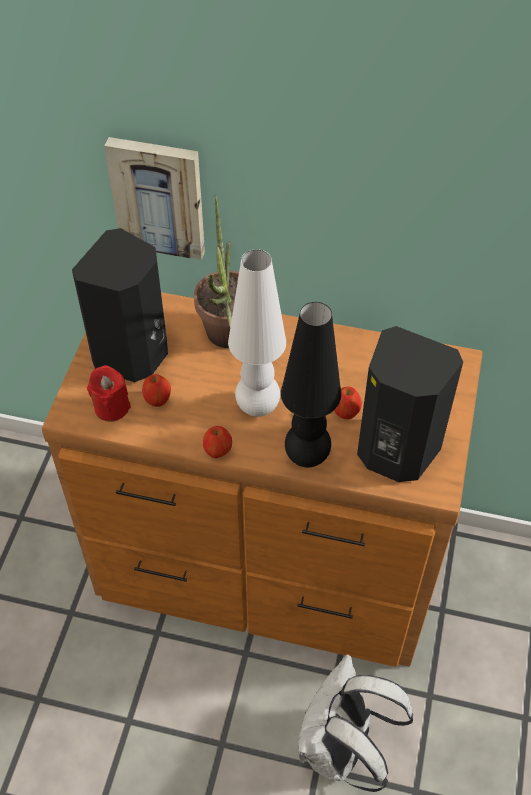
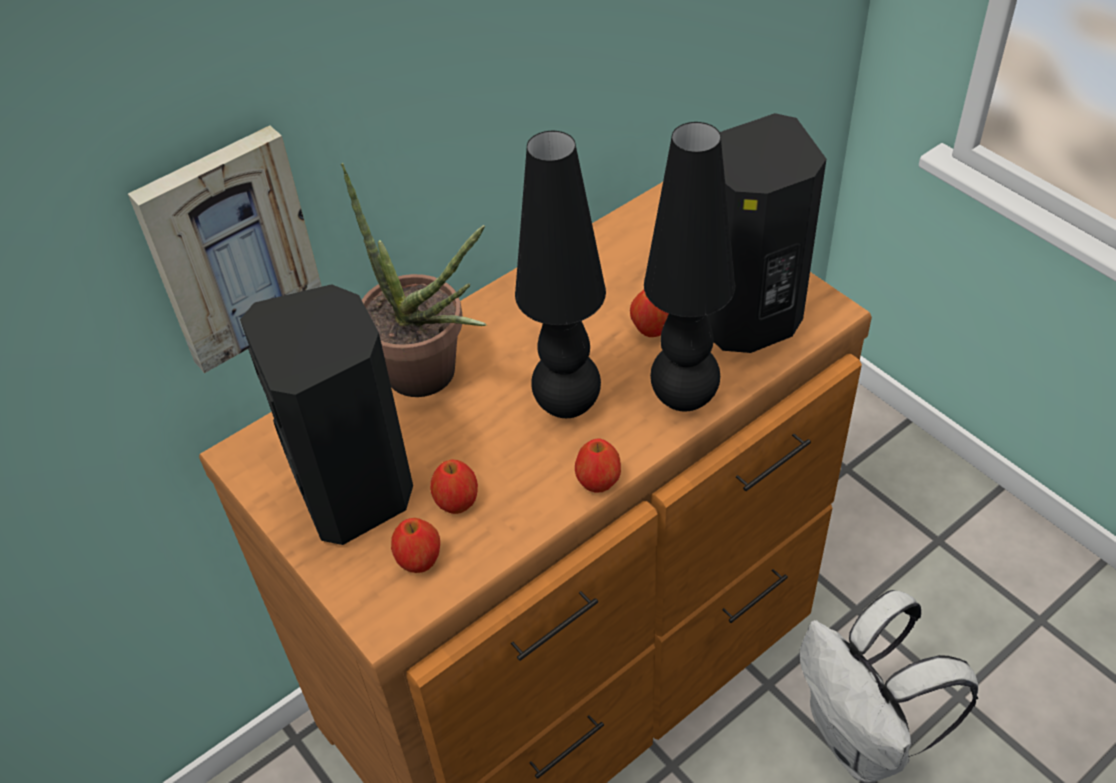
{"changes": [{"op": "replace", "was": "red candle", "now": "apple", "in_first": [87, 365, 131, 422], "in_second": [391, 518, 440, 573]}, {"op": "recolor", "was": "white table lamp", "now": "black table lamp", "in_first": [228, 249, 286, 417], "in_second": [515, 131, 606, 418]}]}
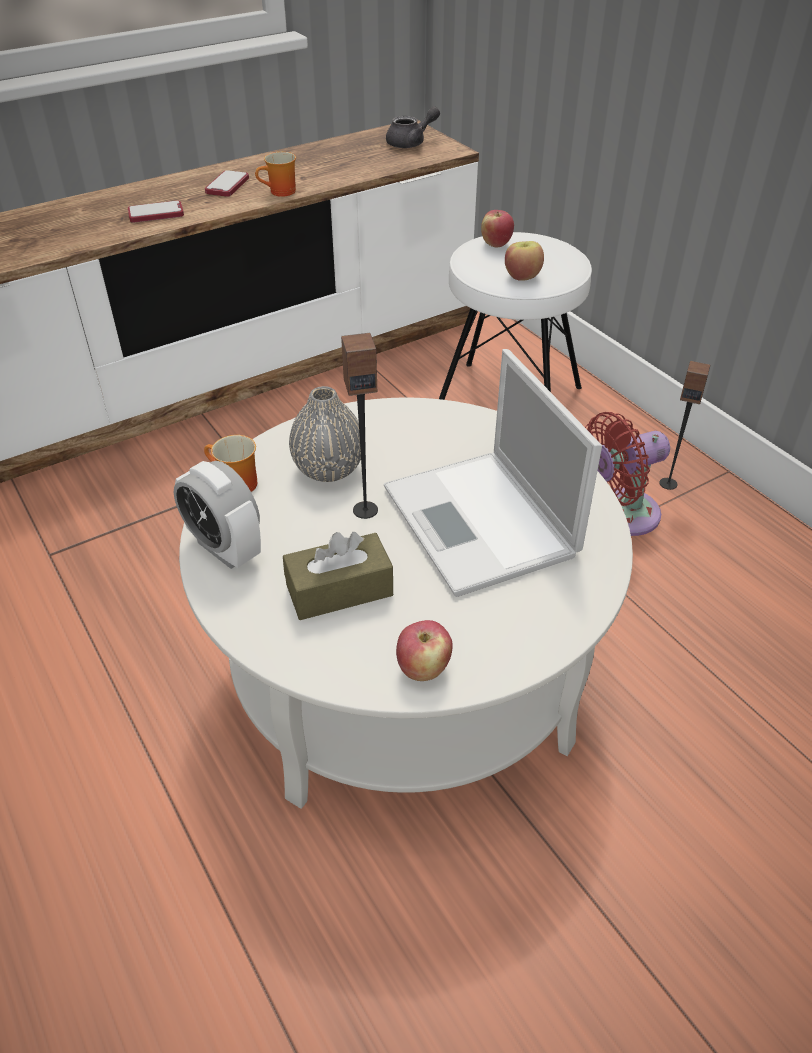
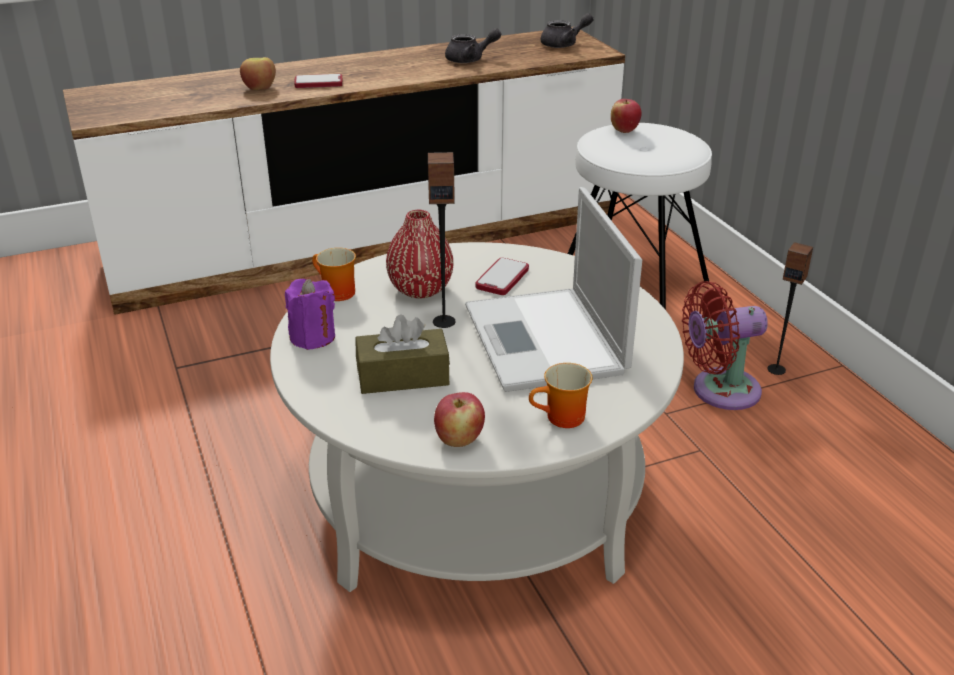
{"changes": [{"op": "move", "was": "apple", "in_first": [505, 241, 544, 281], "in_second": [240, 57, 276, 90]}, {"op": "replace", "was": "alarm clock", "now": "purple candle", "in_first": [174, 461, 261, 569], "in_second": [285, 279, 335, 350]}, {"op": "recolor", "was": "grey vase", "now": "red vase", "in_first": [289, 386, 361, 482], "in_second": [386, 210, 454, 298]}, {"op": "insert", "now": "grey teapot", "in_second": [445, 28, 501, 63]}, {"op": "move", "was": "phone", "in_first": [205, 170, 249, 197], "in_second": [475, 258, 529, 295]}, {"op": "move", "was": "mug", "in_first": [255, 152, 296, 197], "in_second": [529, 363, 593, 428]}]}
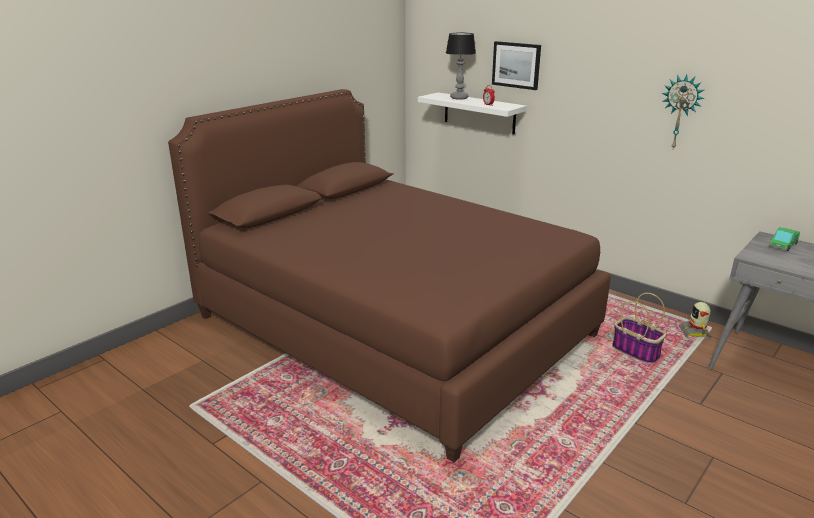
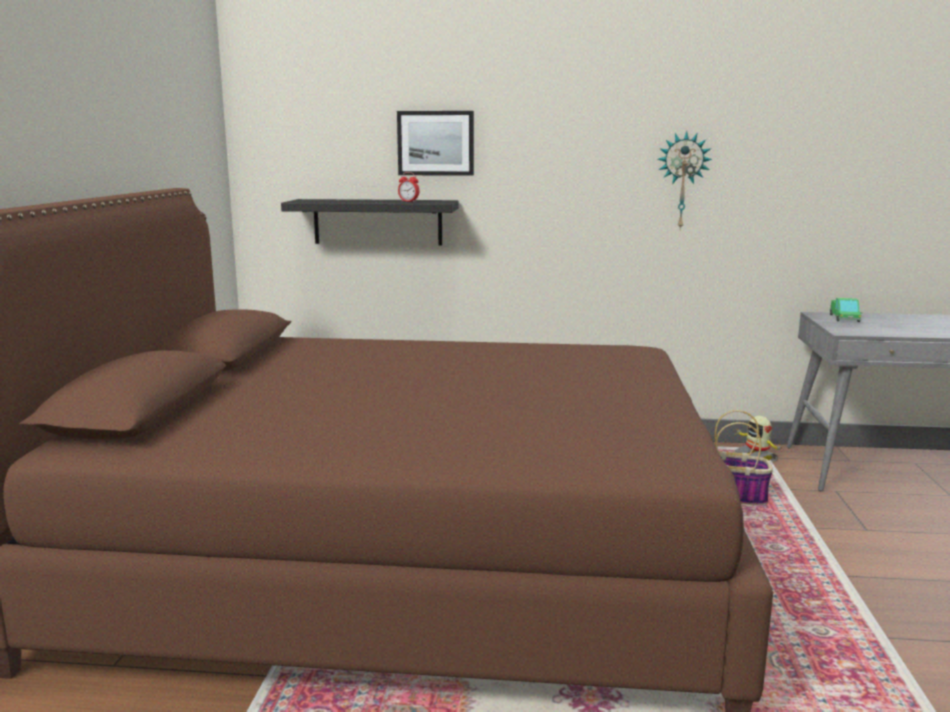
{"changes": [{"op": "recolor", "was": "white shelf", "now": "black shelf", "in_first": [418, 92, 527, 134], "in_second": [281, 199, 459, 245]}, {"op": "delete", "was": "table lamp", "in_first": [446, 33, 476, 100]}]}
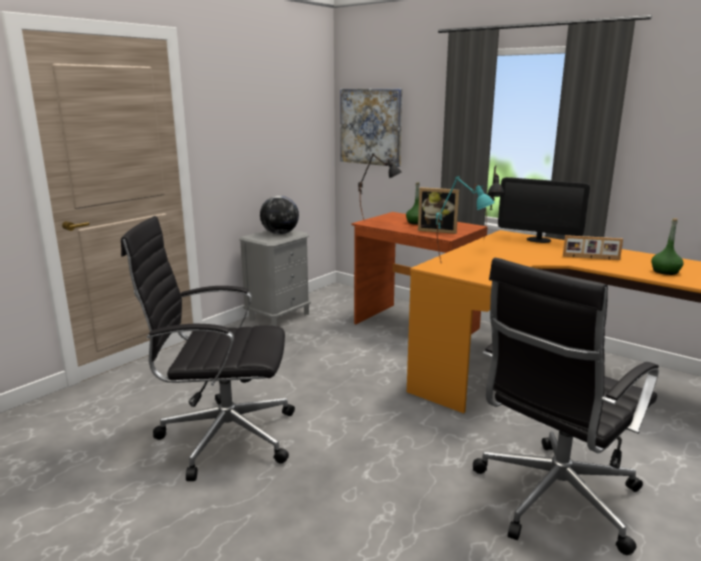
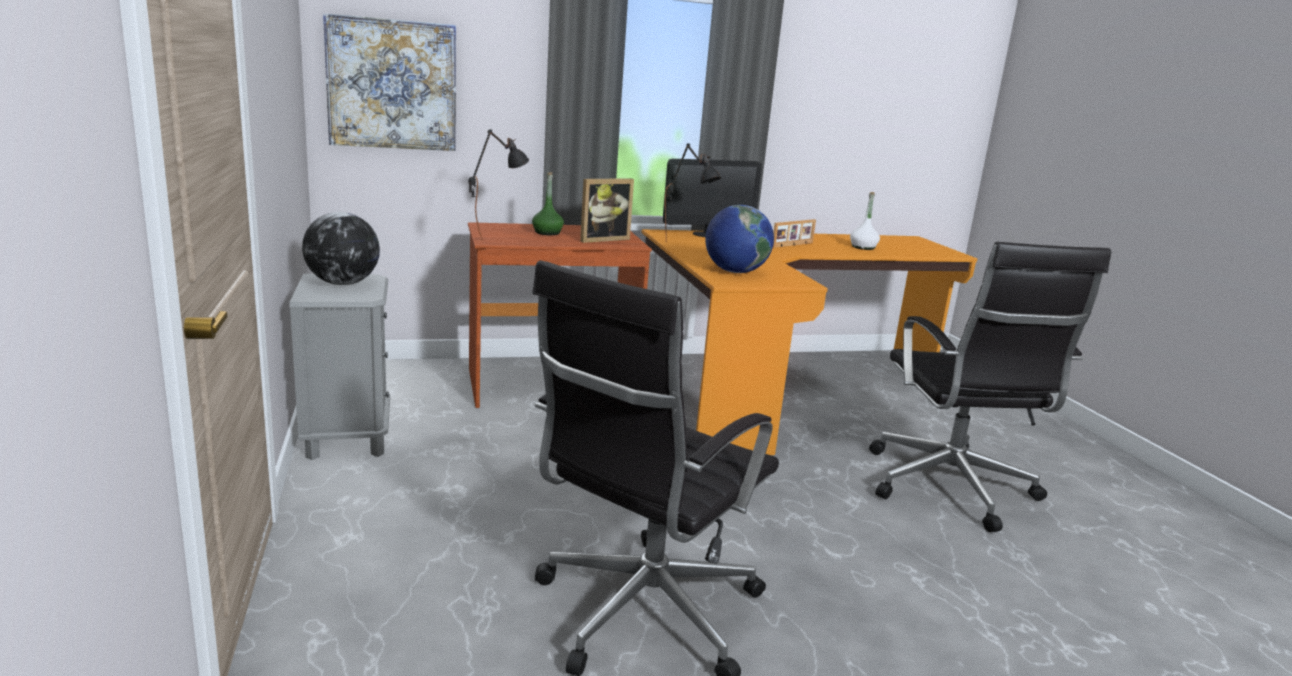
{"changes": [{"op": "replace", "was": "turquoise table lamp", "now": "globe", "in_first": [436, 176, 495, 262], "in_second": [705, 205, 774, 273]}, {"op": "recolor", "was": "green bottle", "now": "white bottle", "in_first": [651, 218, 683, 275], "in_second": [850, 192, 880, 250]}]}
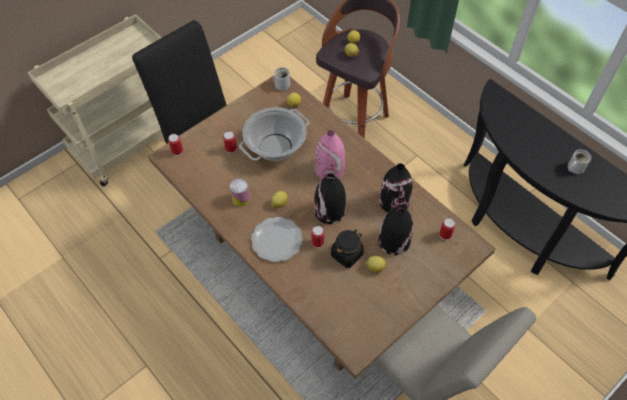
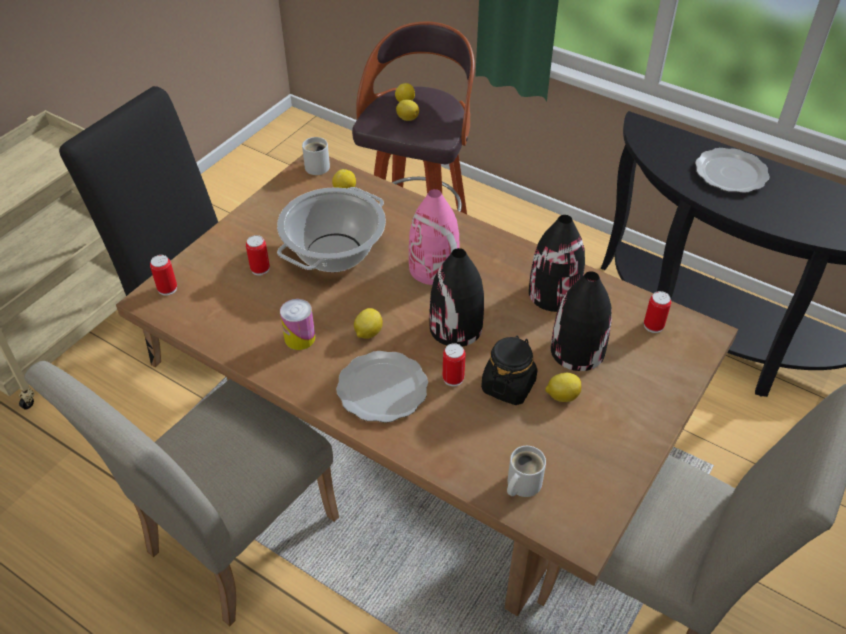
{"changes": [{"op": "insert", "now": "beige chair", "in_second": [24, 361, 339, 626]}, {"op": "move", "was": "white mug", "in_first": [568, 149, 591, 174], "in_second": [507, 446, 546, 497]}, {"op": "insert", "now": "plate", "in_second": [695, 148, 770, 193]}]}
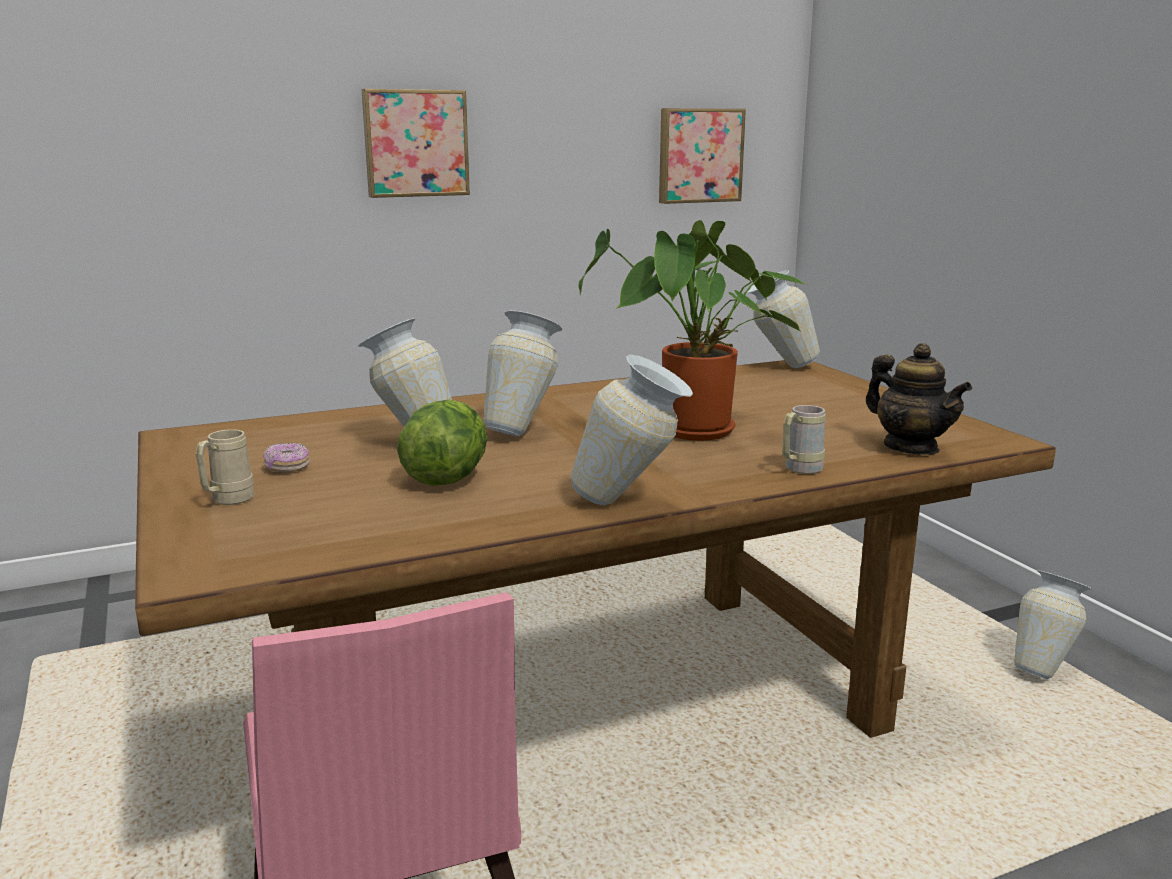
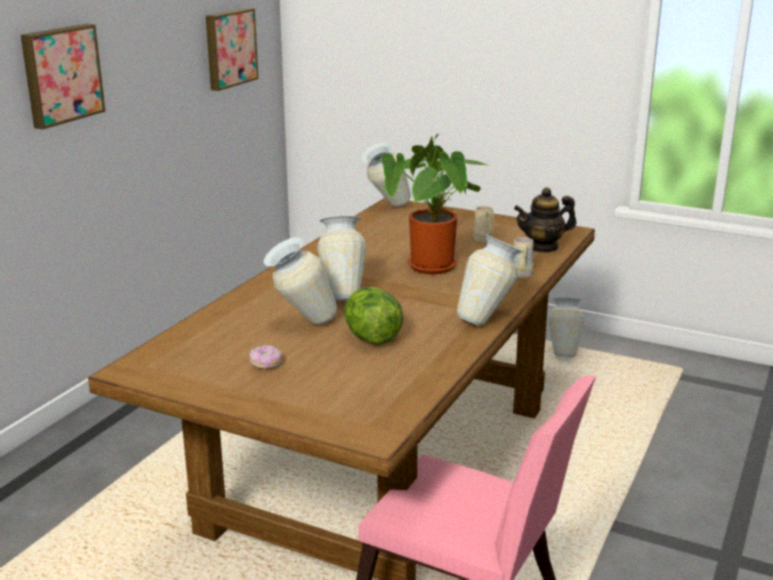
{"changes": [{"op": "move", "was": "beige mug", "in_first": [195, 429, 254, 505], "in_second": [473, 206, 494, 243]}, {"op": "rotate", "was": "teapot", "in_first": [866, 343, 972, 455], "in_second": [514, 187, 576, 253], "clockwise": 150}]}
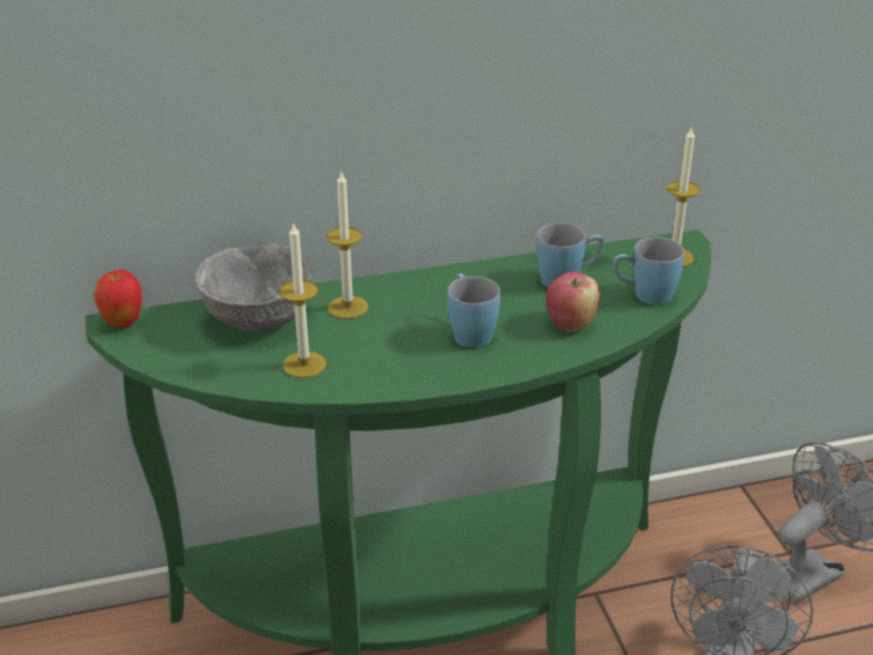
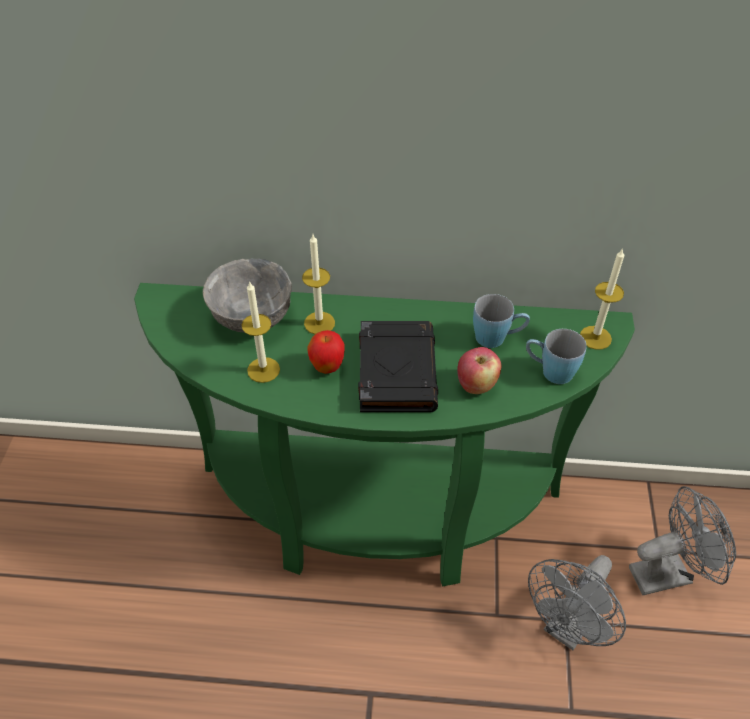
{"changes": [{"op": "move", "was": "apple", "in_first": [93, 269, 142, 328], "in_second": [307, 330, 345, 374]}, {"op": "replace", "was": "blue mug", "now": "black book", "in_first": [448, 273, 500, 348], "in_second": [358, 321, 438, 412]}]}
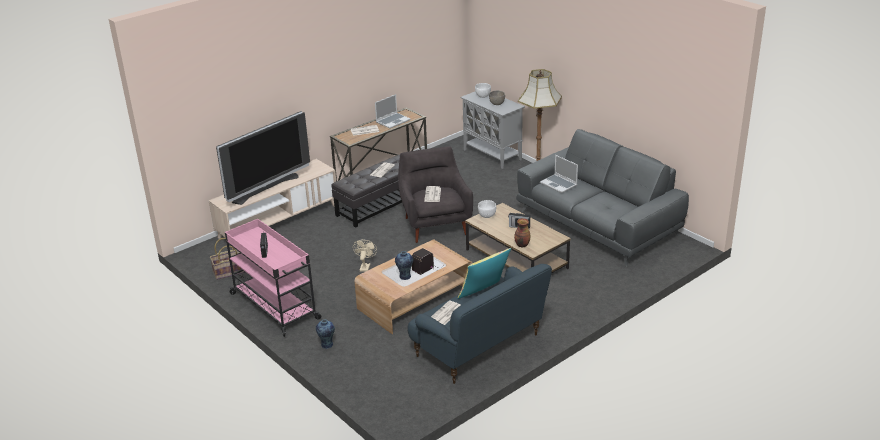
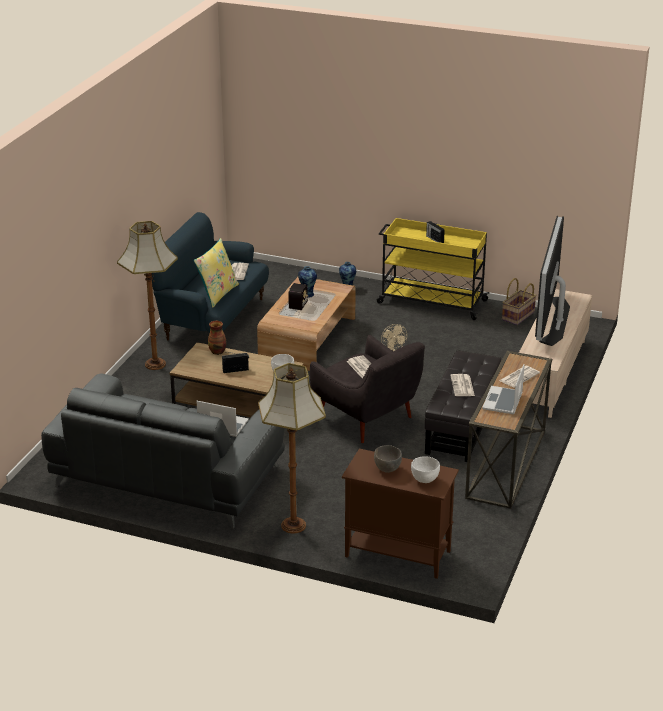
{"changes": [{"op": "insert", "now": "floor lamp", "in_second": [117, 221, 178, 370]}, {"op": "recolor", "was": "grey cabinet", "now": "brown cabinet", "in_first": [460, 92, 525, 169], "in_second": [342, 449, 459, 579]}, {"op": "recolor", "was": "pink cart", "now": "yellow cart", "in_first": [225, 219, 321, 337], "in_second": [377, 218, 489, 320]}]}
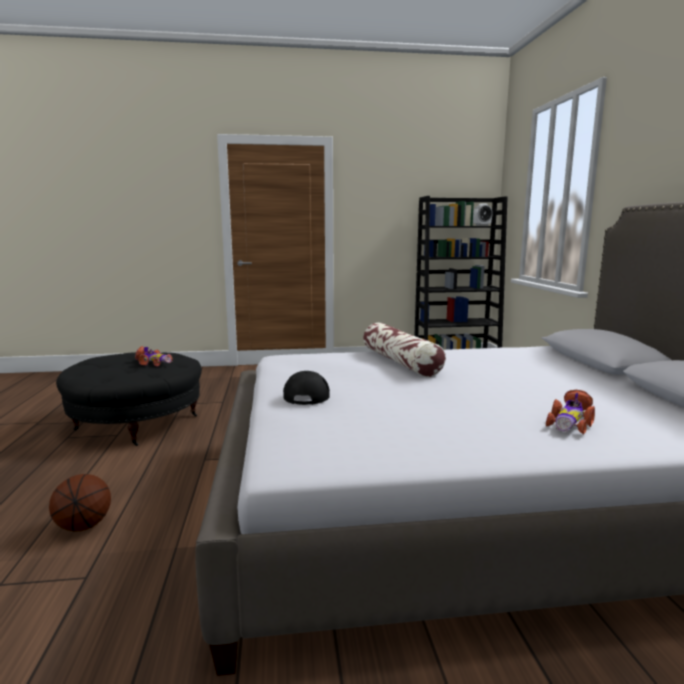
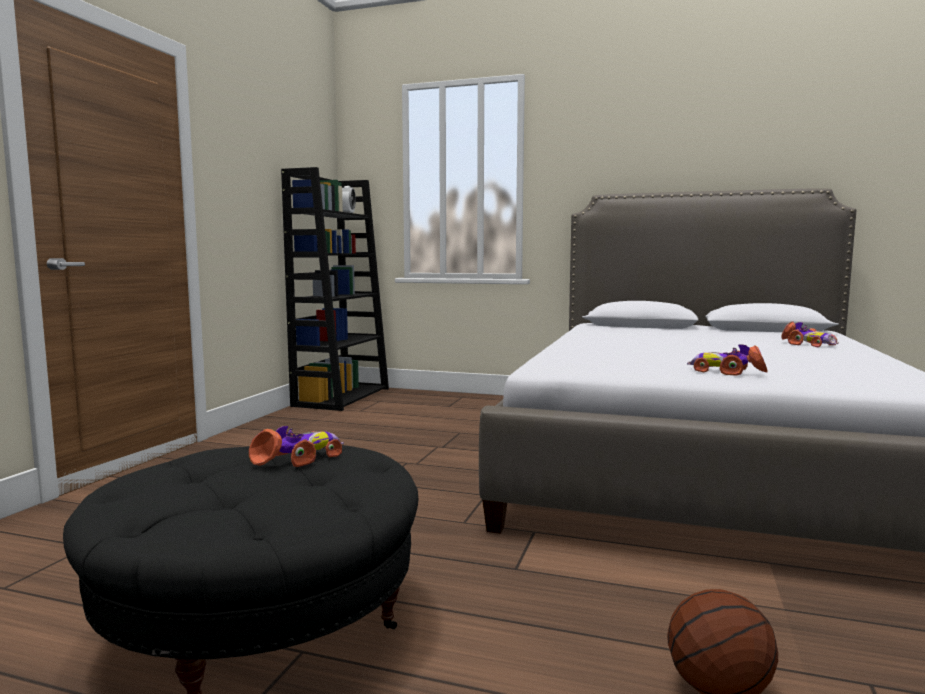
{"changes": [{"op": "replace", "was": "black cap", "now": "toy car", "in_first": [283, 371, 330, 405], "in_second": [687, 344, 768, 376]}, {"op": "delete", "was": "pillow", "in_first": [363, 323, 446, 377]}]}
